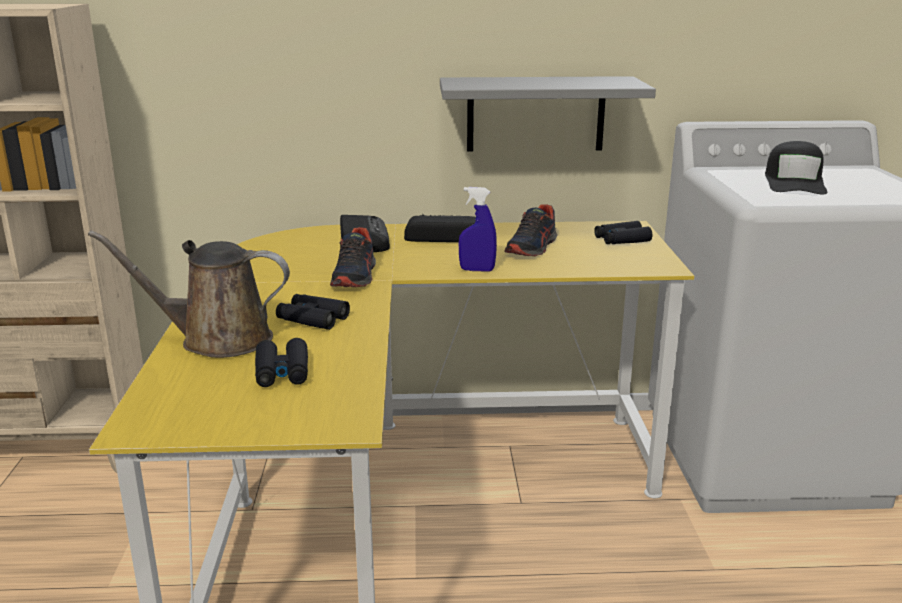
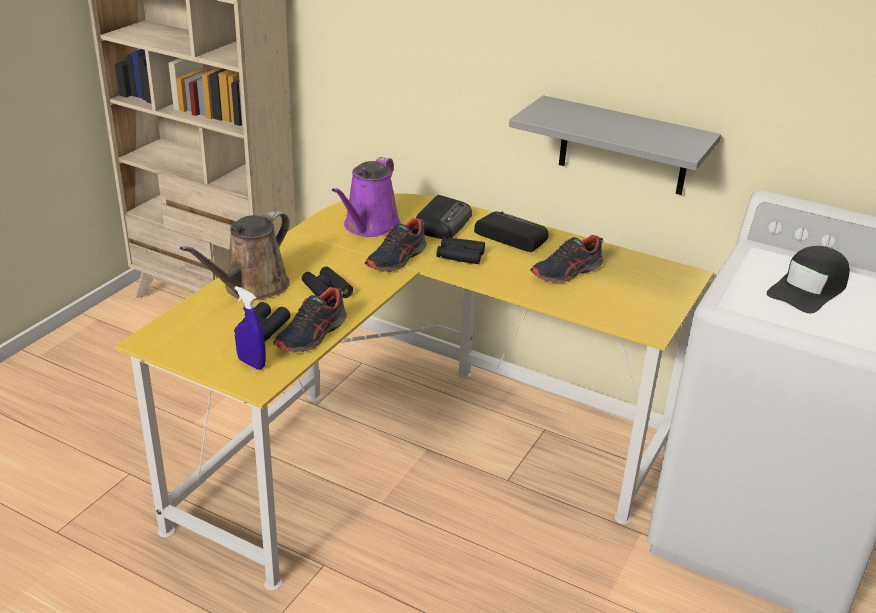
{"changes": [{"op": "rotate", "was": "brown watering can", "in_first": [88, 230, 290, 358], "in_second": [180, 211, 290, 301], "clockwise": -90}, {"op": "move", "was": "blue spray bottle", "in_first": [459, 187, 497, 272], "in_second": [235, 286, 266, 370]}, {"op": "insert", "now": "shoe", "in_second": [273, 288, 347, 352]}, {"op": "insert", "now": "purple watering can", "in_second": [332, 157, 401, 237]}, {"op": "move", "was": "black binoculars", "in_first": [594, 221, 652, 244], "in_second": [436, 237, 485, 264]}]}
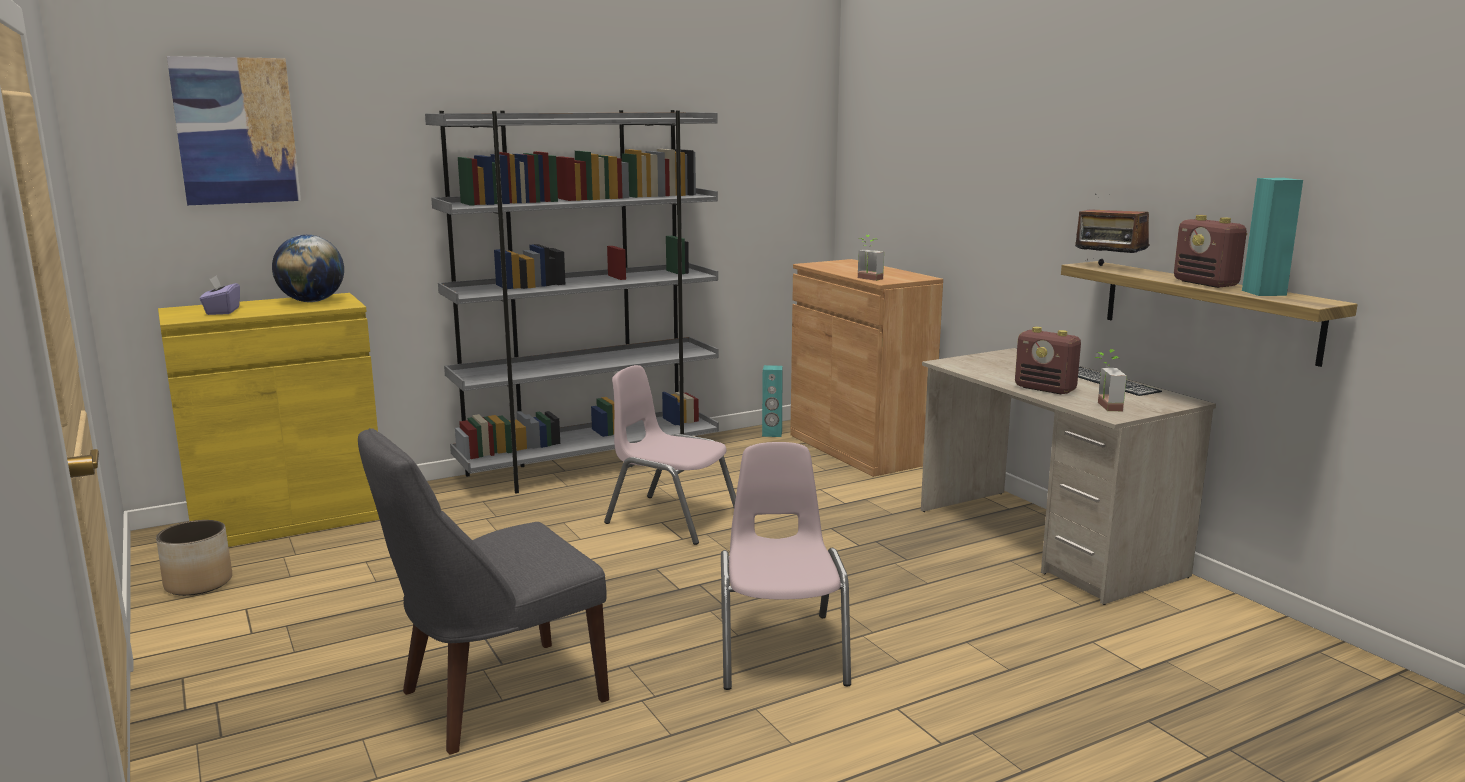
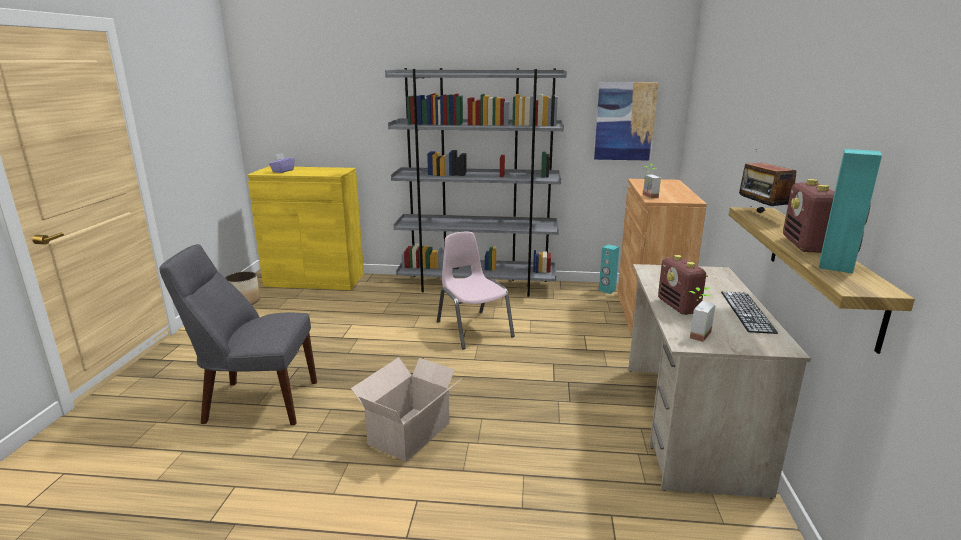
{"changes": [{"op": "replace", "was": "pink chair", "now": "cardboard box", "in_first": [721, 442, 851, 690], "in_second": [351, 357, 461, 462]}, {"op": "move", "was": "picture", "in_first": [167, 56, 301, 205], "in_second": [594, 82, 659, 161]}, {"op": "delete", "was": "globe", "in_first": [272, 235, 344, 302]}]}
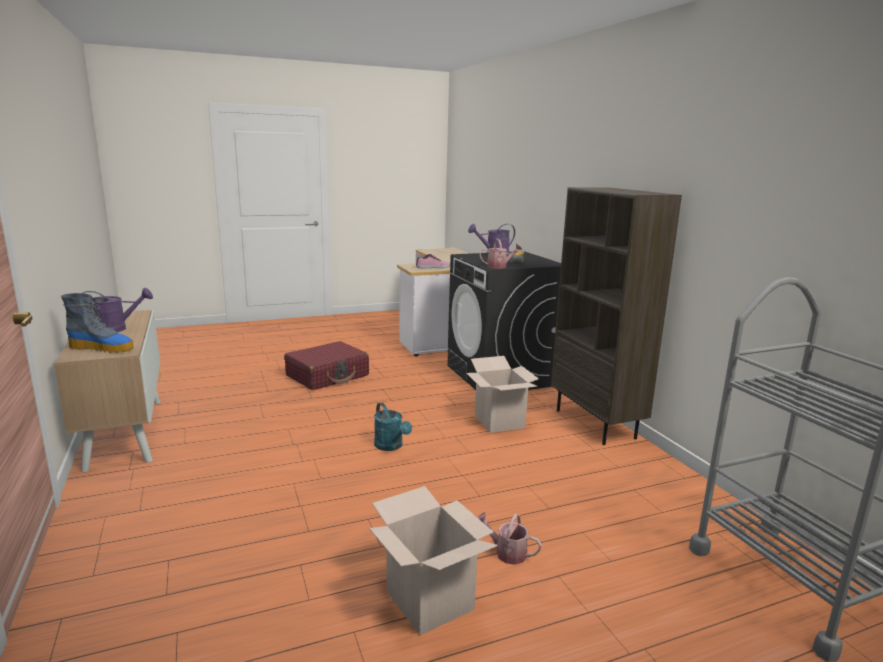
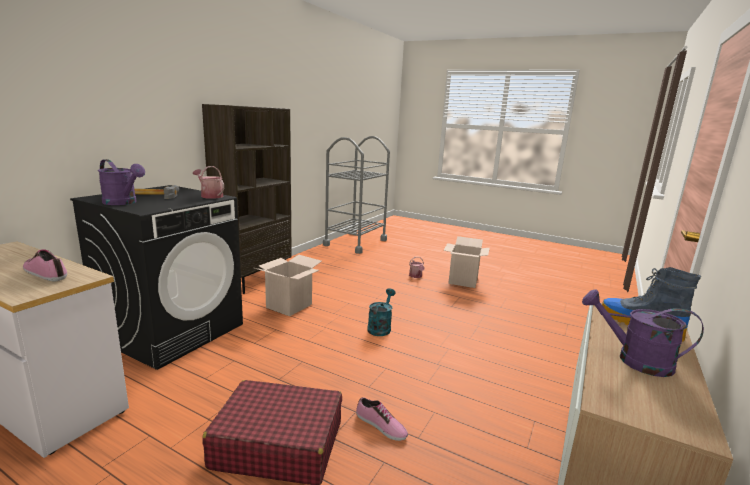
{"changes": [{"op": "insert", "now": "shoe", "in_second": [356, 397, 408, 441]}]}
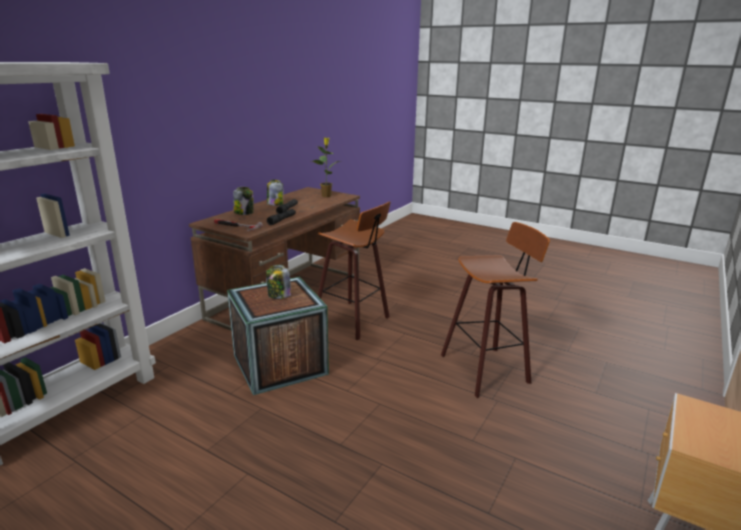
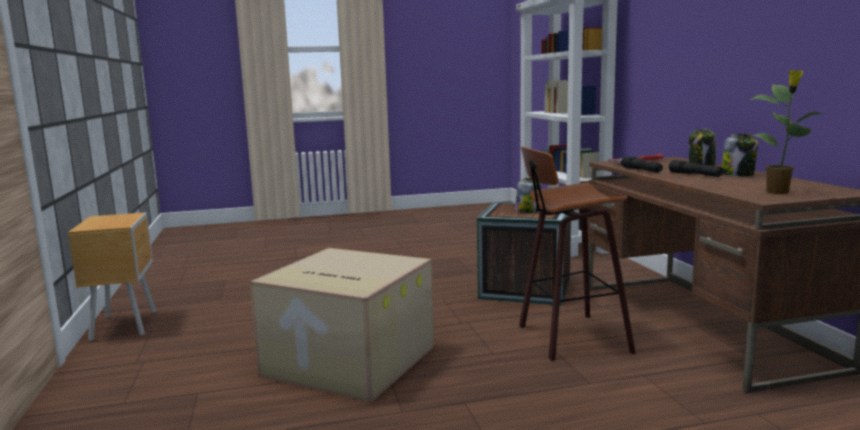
{"changes": [{"op": "replace", "was": "stool", "now": "cardboard box", "in_first": [441, 222, 550, 398], "in_second": [250, 248, 434, 403]}]}
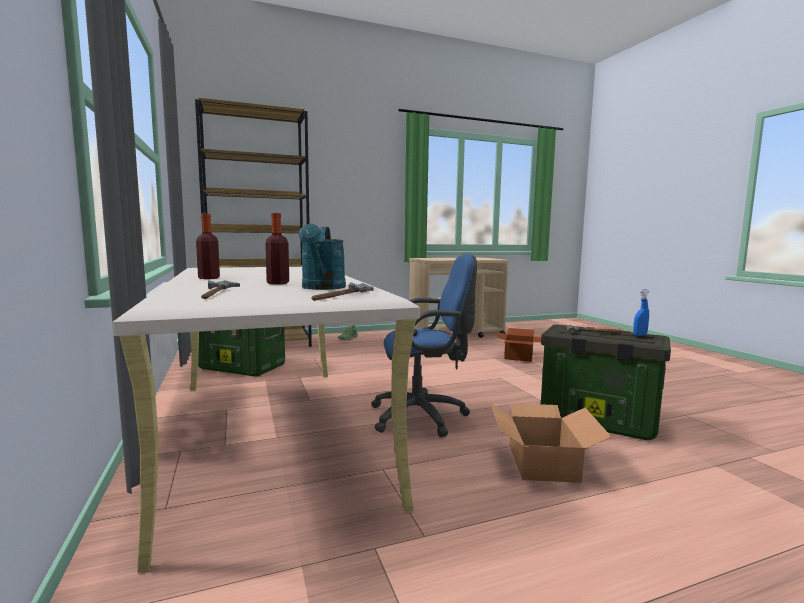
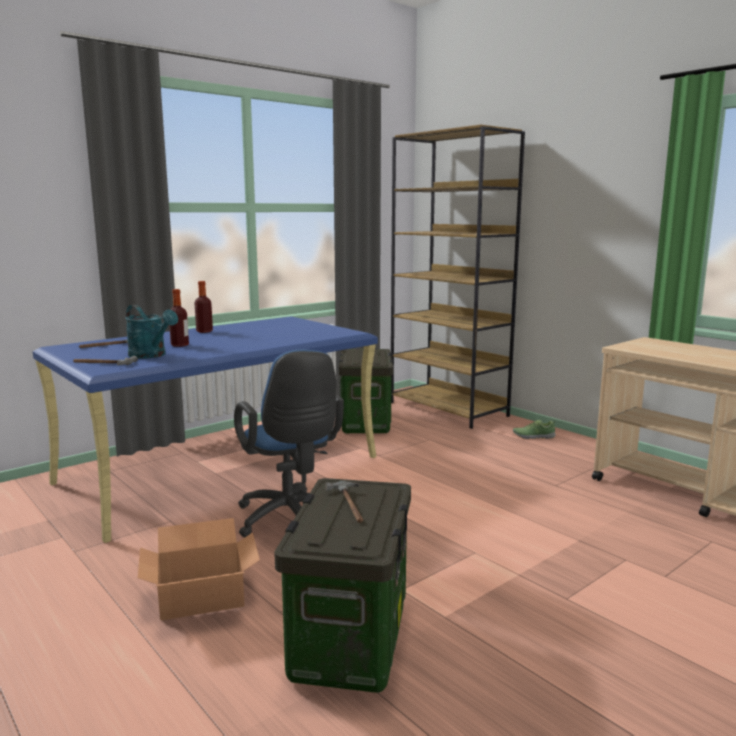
{"changes": [{"op": "recolor", "was": "beige desk", "now": "blue desk", "in_first": [113, 267, 420, 573], "in_second": [33, 316, 378, 543]}, {"op": "rotate", "was": "turquoise watering can", "in_first": [299, 224, 346, 290], "in_second": [125, 305, 178, 359], "clockwise": -120}, {"op": "delete", "was": "cardboard box", "in_first": [497, 328, 541, 362]}, {"op": "delete", "was": "blue spray bottle", "in_first": [633, 289, 649, 336]}]}
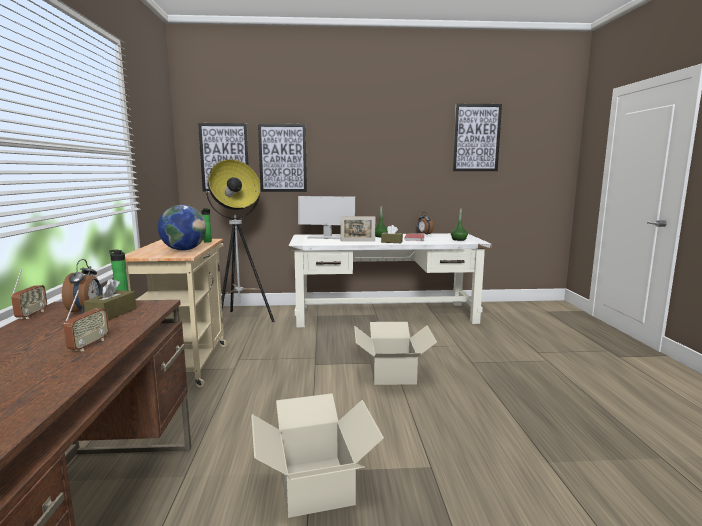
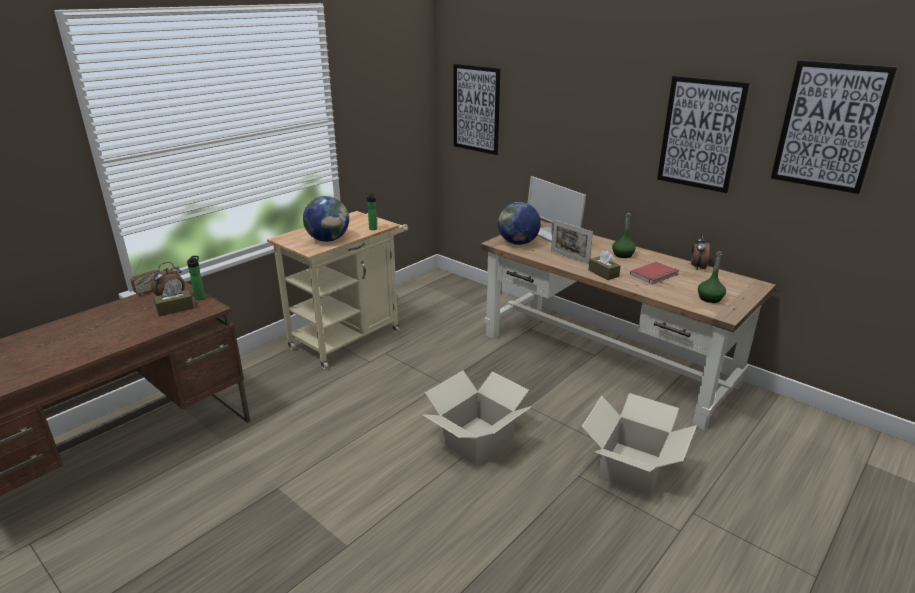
{"changes": [{"op": "recolor", "was": "white desk", "now": "brown desk", "in_first": [289, 233, 491, 328], "in_second": [481, 221, 776, 431]}, {"op": "insert", "now": "globe", "in_second": [498, 202, 541, 245]}, {"op": "move", "was": "cardboard box", "in_first": [251, 393, 384, 518], "in_second": [581, 393, 697, 497]}, {"op": "move", "was": "picture", "in_first": [258, 124, 307, 192], "in_second": [657, 76, 750, 193]}, {"op": "delete", "was": "radio", "in_first": [64, 290, 109, 351]}, {"op": "delete", "was": "floor lamp", "in_first": [206, 159, 274, 322]}]}
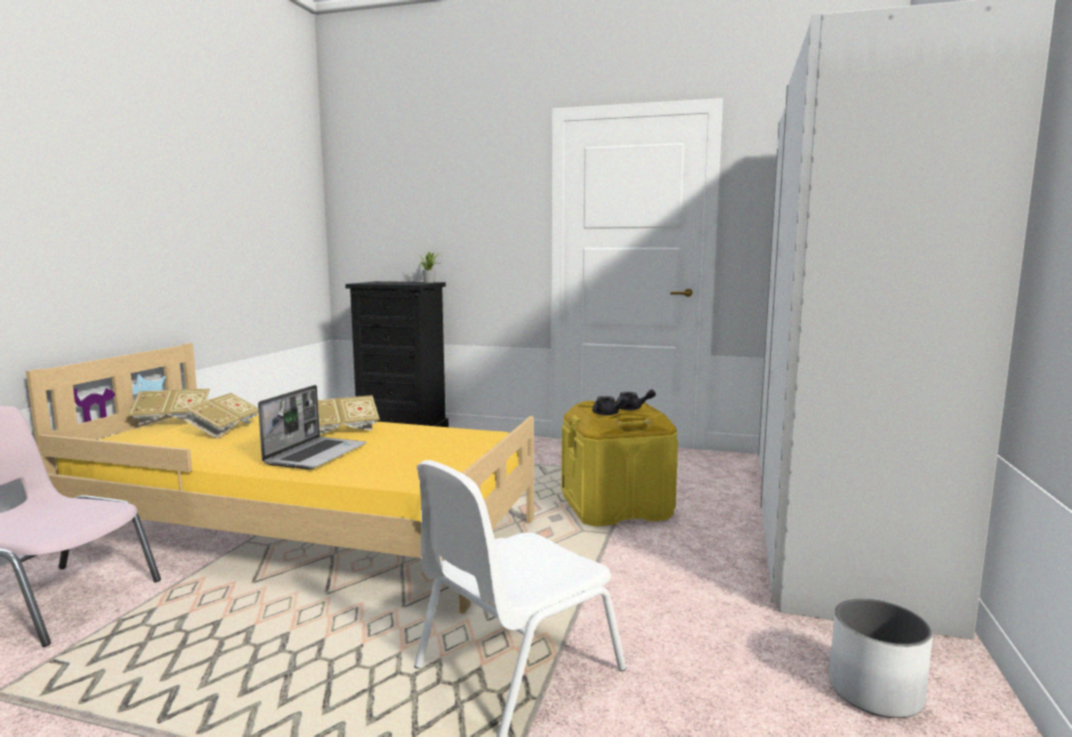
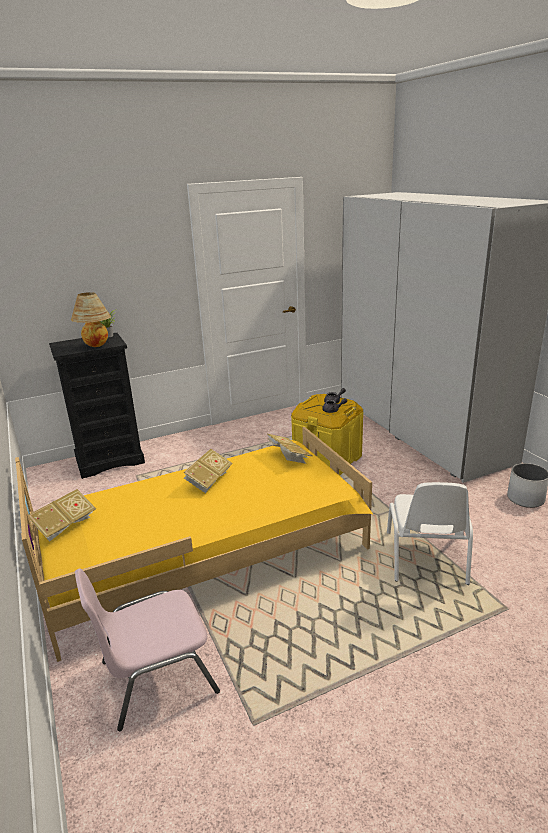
{"changes": [{"op": "insert", "now": "table lamp", "in_second": [71, 292, 111, 347]}, {"op": "move", "was": "book", "in_first": [185, 393, 258, 439], "in_second": [268, 434, 312, 464]}, {"op": "delete", "was": "laptop", "in_first": [258, 385, 366, 470]}]}
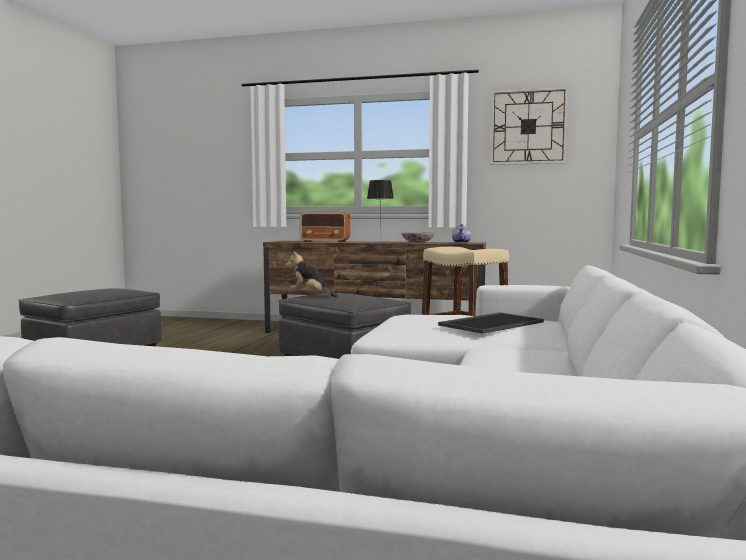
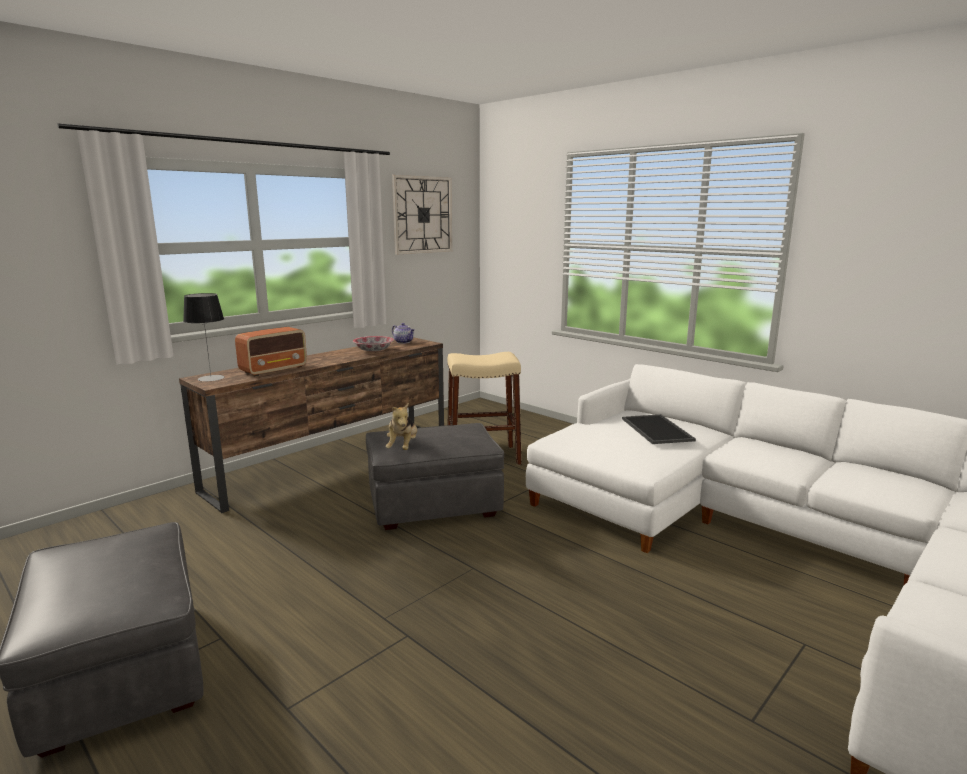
{"changes": [{"op": "move", "was": "table lamp", "in_first": [367, 180, 394, 242], "in_second": [183, 293, 224, 381]}, {"op": "rotate", "was": "plush toy", "in_first": [286, 251, 338, 298], "in_second": [386, 403, 417, 450], "clockwise": -60}]}
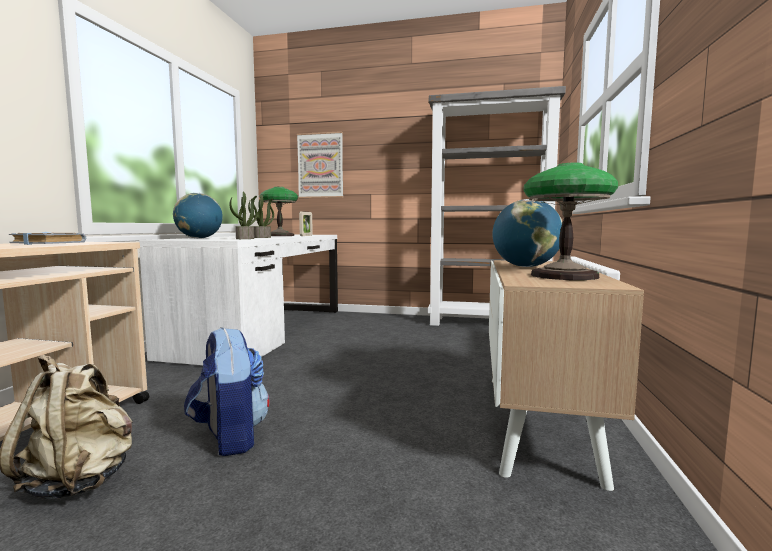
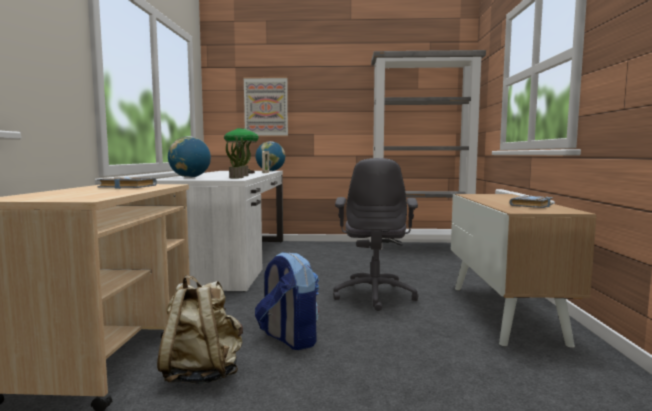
{"changes": [{"op": "move", "was": "globe", "in_first": [493, 199, 563, 267], "in_second": [256, 141, 285, 171]}, {"op": "insert", "now": "grey office chair", "in_second": [333, 158, 419, 311]}, {"op": "replace", "was": "table lamp", "now": "grey book", "in_first": [523, 163, 618, 280], "in_second": [509, 195, 553, 208]}]}
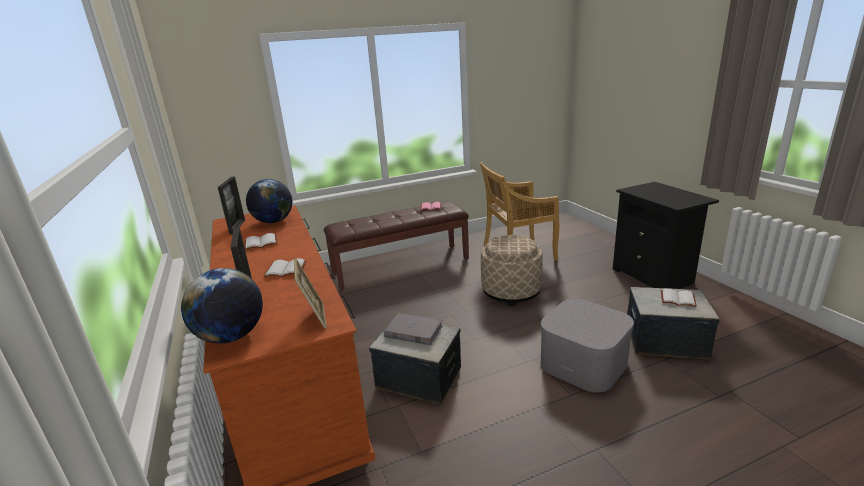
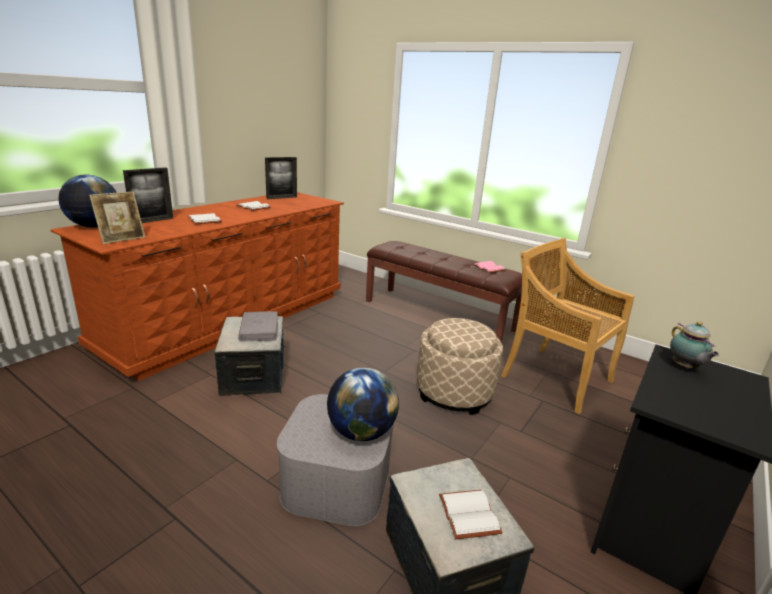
{"changes": [{"op": "move", "was": "globe", "in_first": [246, 179, 293, 223], "in_second": [327, 367, 399, 441]}, {"op": "insert", "now": "teapot", "in_second": [670, 321, 719, 369]}]}
